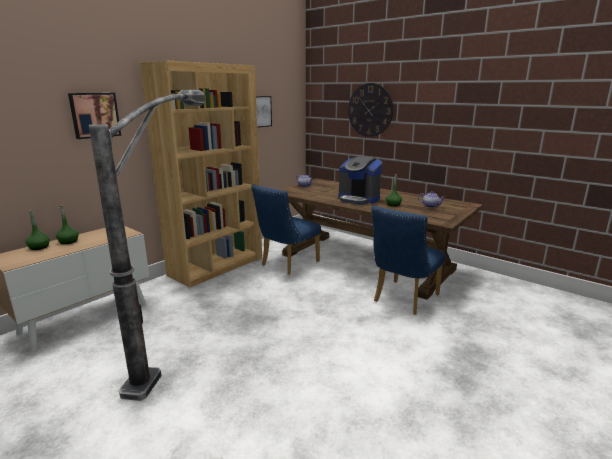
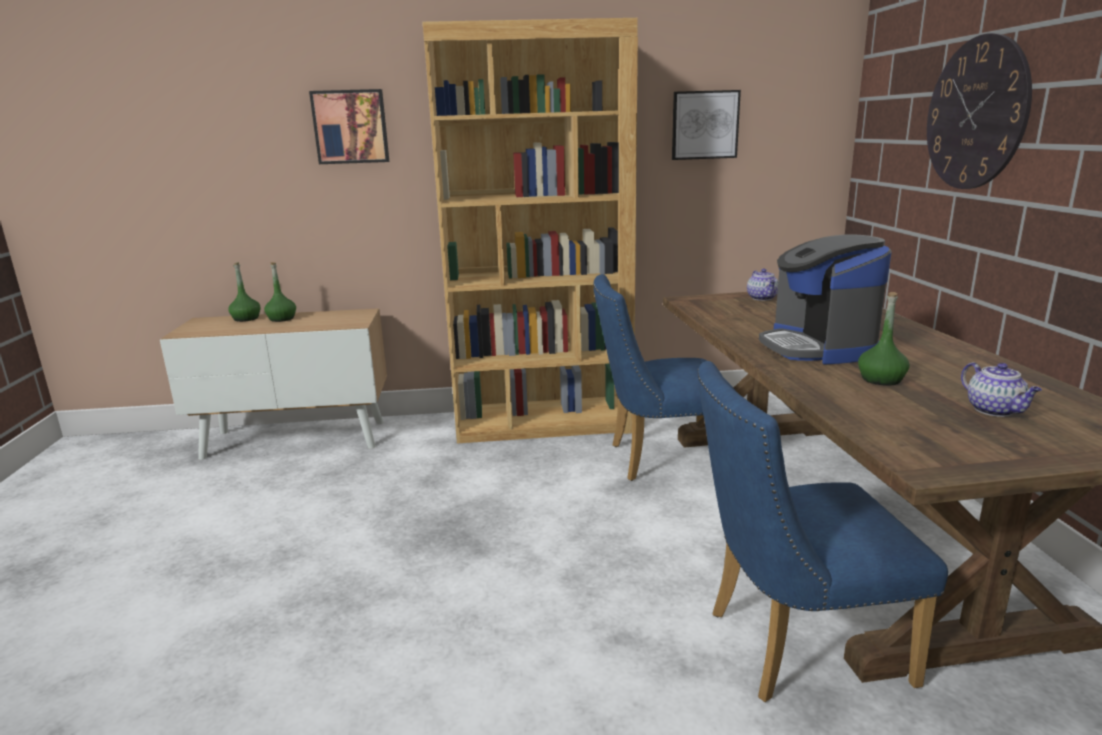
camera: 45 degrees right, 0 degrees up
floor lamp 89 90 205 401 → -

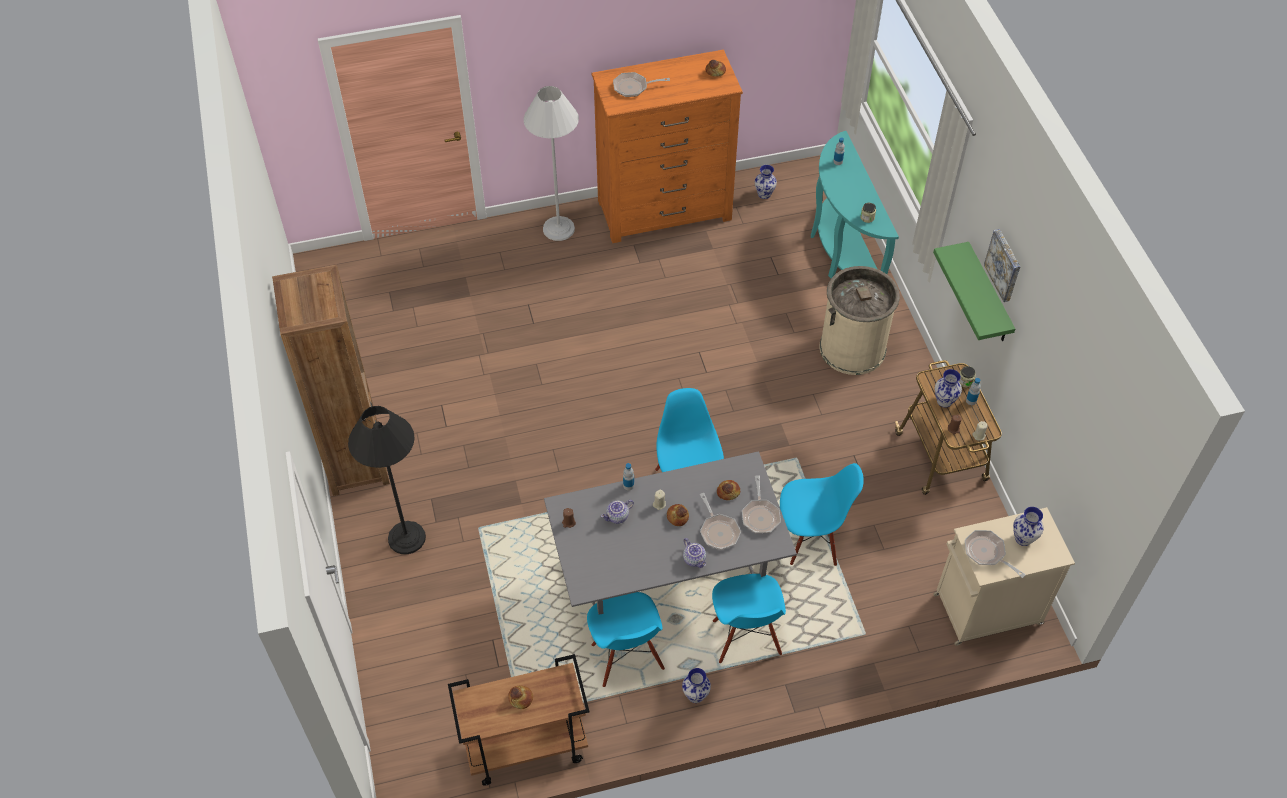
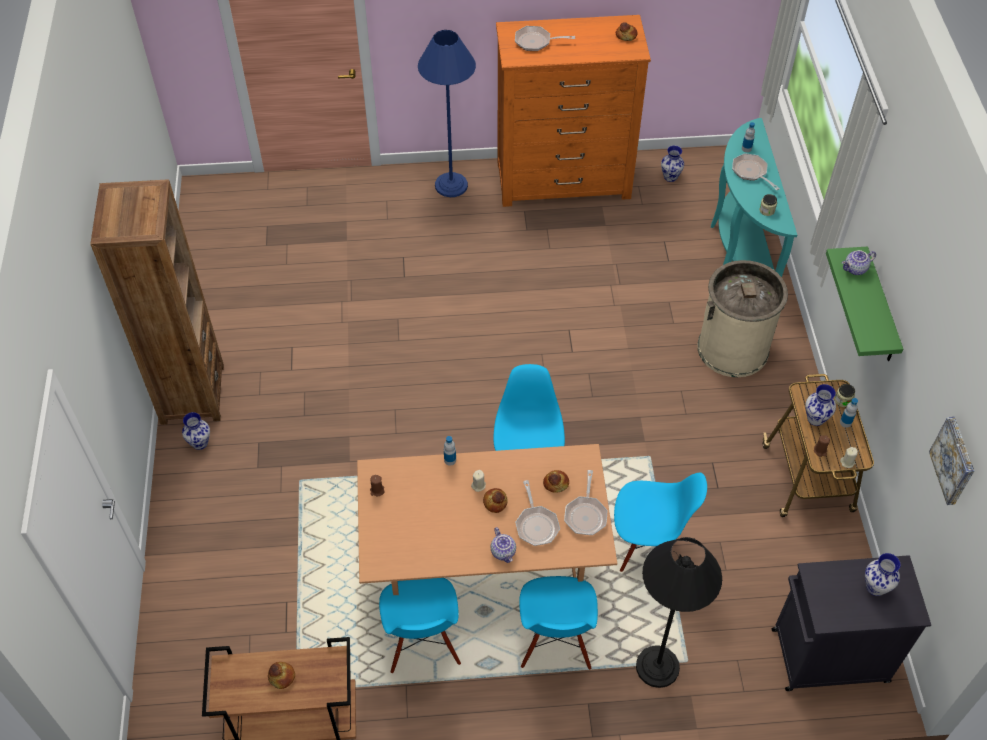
camera: 10 degrees right, 0 degrees up
vase 682 668 711 703 → vase 182 412 210 450, moved
grey dining table 544 451 797 615 → brown dining table 357 444 617 595
white floor lamp 524 86 579 241 → blue floor lamp 418 30 476 197
black floor lamp 348 406 426 554 → black floor lamp 636 537 722 688, moved
frying pan 965 530 1026 578 → frying pan 732 153 780 190, moved
beige cabinet 933 507 1075 646 → black cabinet 771 555 931 691
teapot 601 500 634 524 → teapot 842 250 876 275, moved
picture 984 229 1021 302 → picture 929 417 974 505, moved

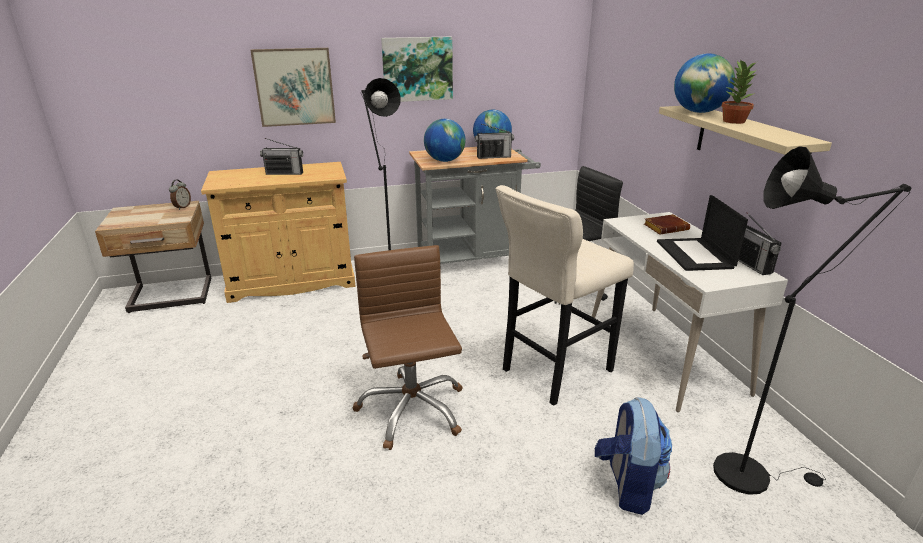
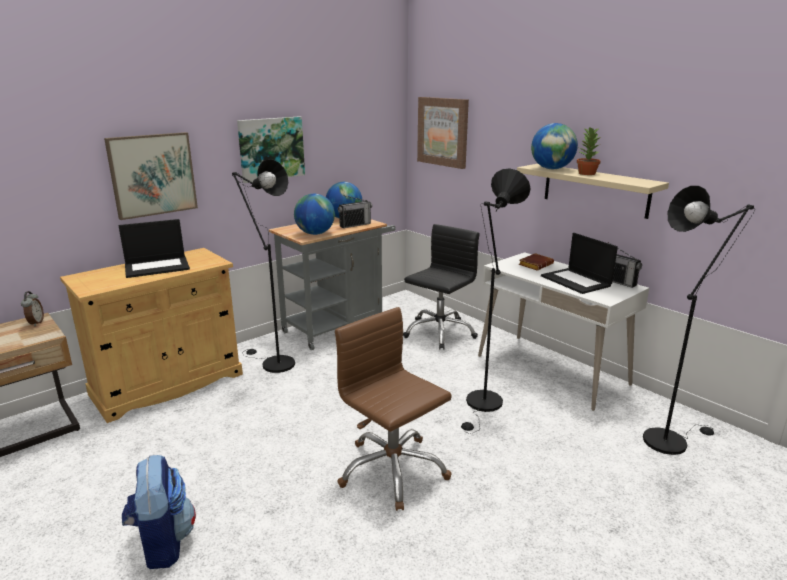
camera: 25 degrees left, 5 degrees down
radio 260 138 303 175 → laptop 119 219 190 278
backpack 595 397 672 515 → backpack 122 455 196 569, moved
- → picture 417 97 469 169
beige stool 495 185 634 406 → black floor lamp 461 168 531 434

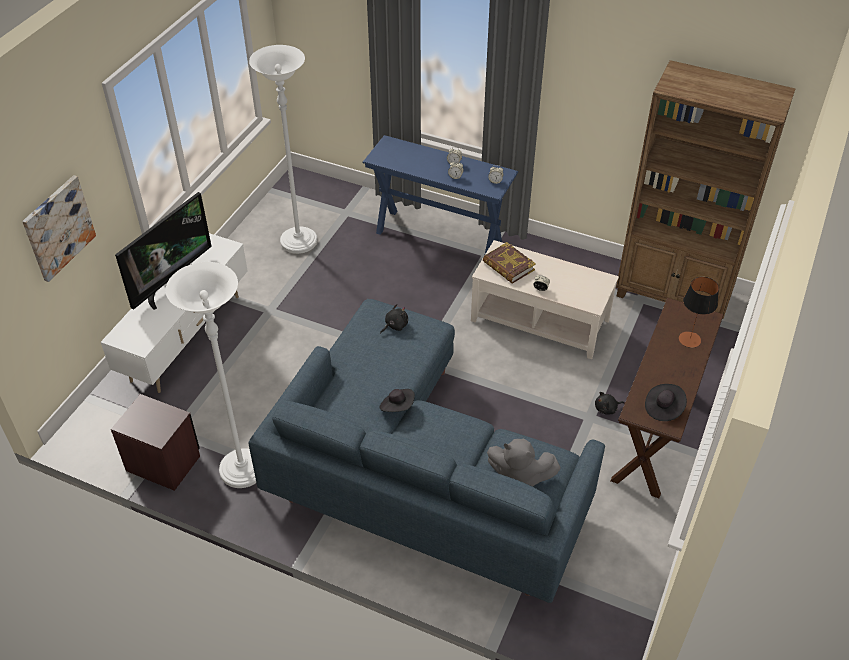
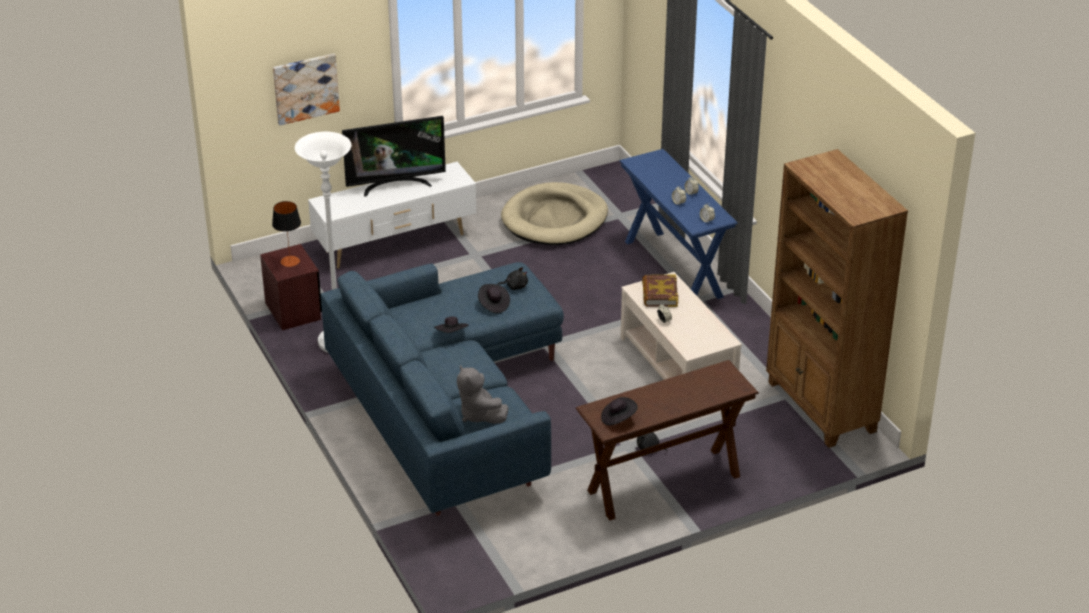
camera: 40 degrees right, 10 degrees down
table lamp 679 277 719 348 → table lamp 272 201 301 267, moved
- → black hat 478 284 510 313
white floor lamp 249 45 317 254 → beige dog bed 501 182 608 245

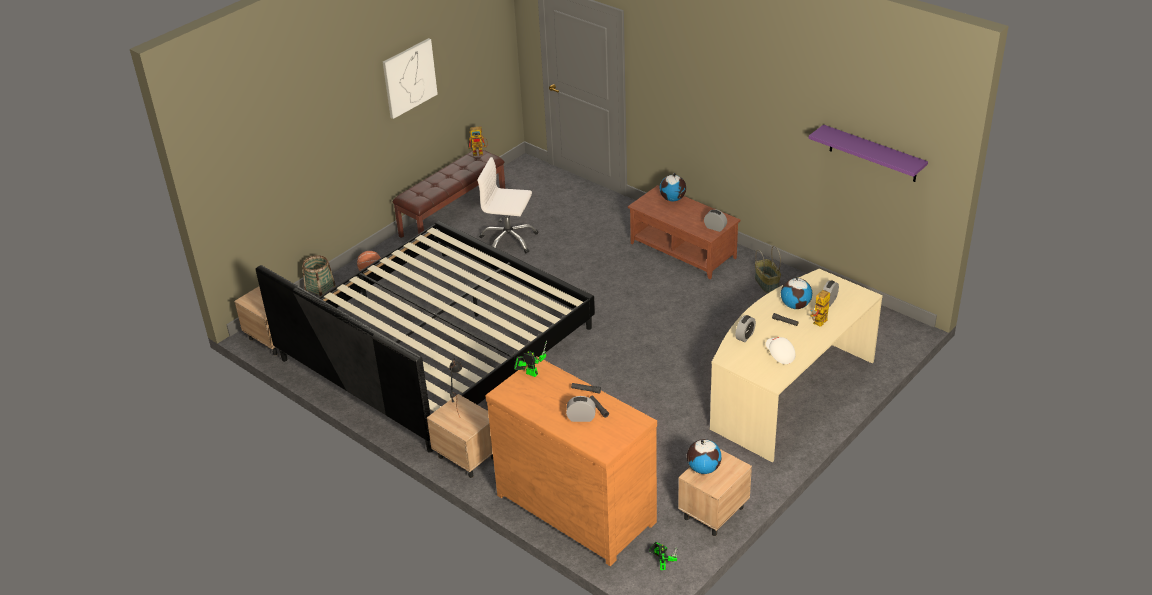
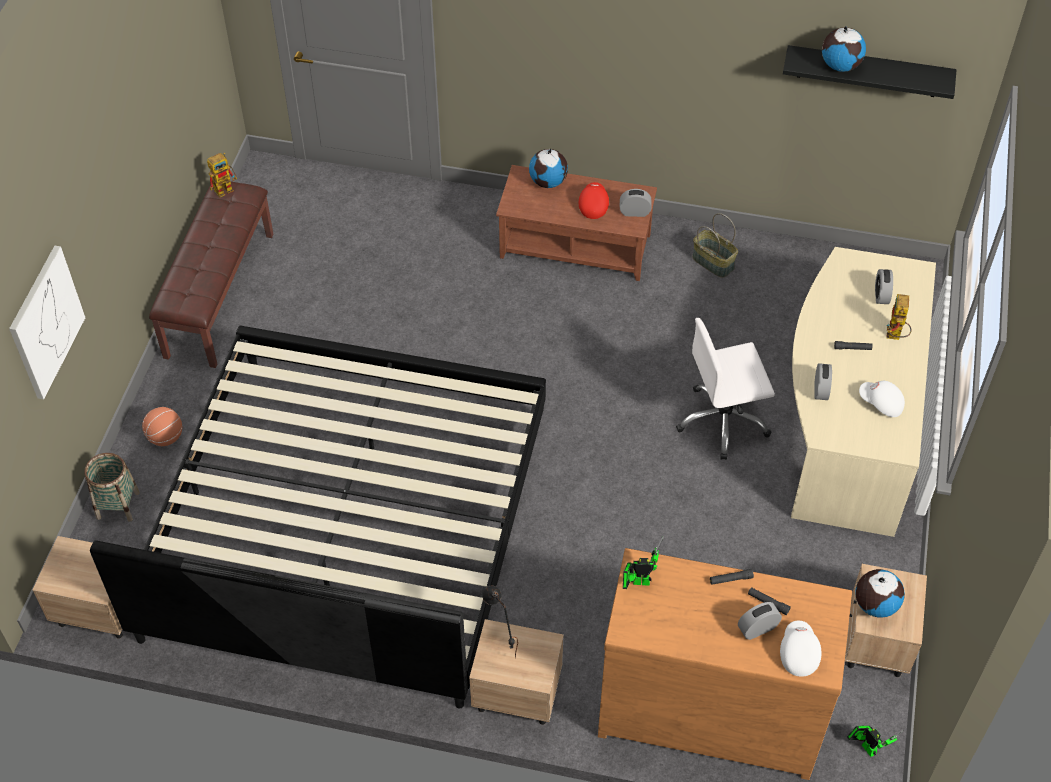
camera: 30 degrees left, 15 degrees up
picture 383 38 438 119 → picture 9 245 85 400, moved
- → red cap 579 182 609 219
white office chair 477 157 538 254 → white office chair 676 318 775 460, moved
- → white cap 780 621 821 677
purple shelf 809 124 928 182 → black shelf 783 45 957 99
globe 781 277 812 309 → globe 822 26 866 72, moved

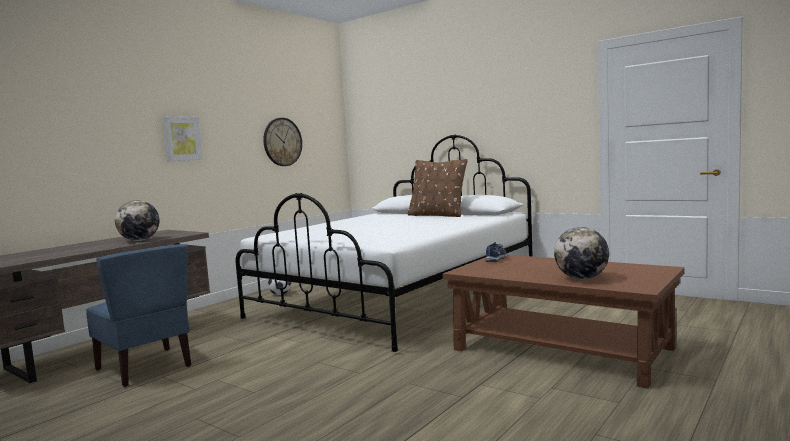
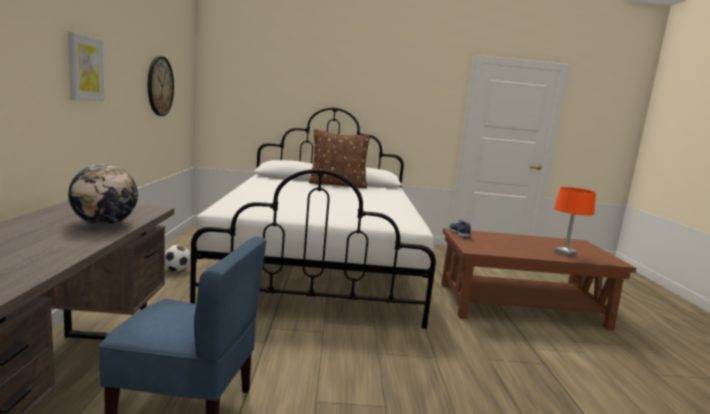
camera: 40 degrees left, 5 degrees up
globe 554 227 609 279 → orange table lamp 554 187 596 257

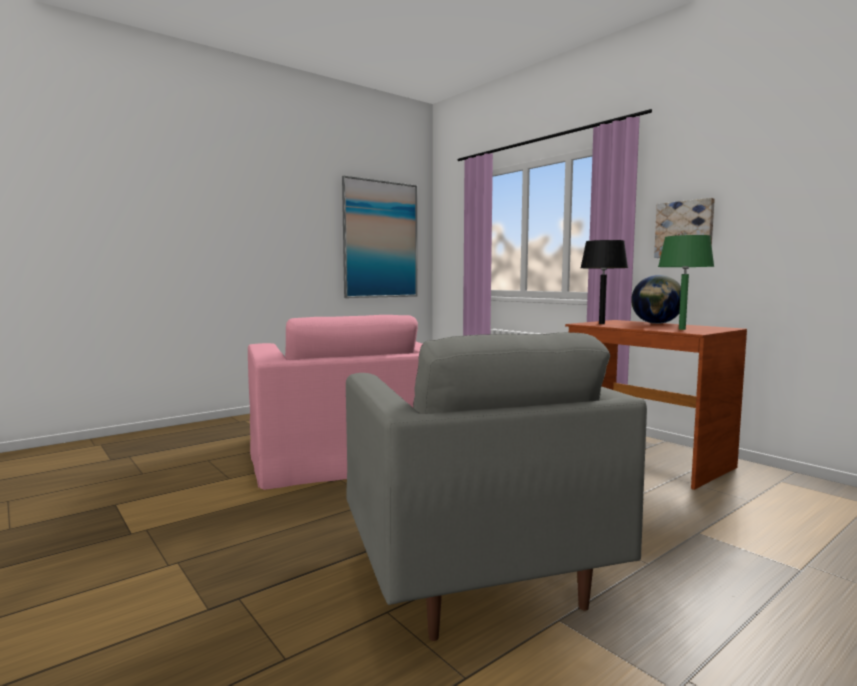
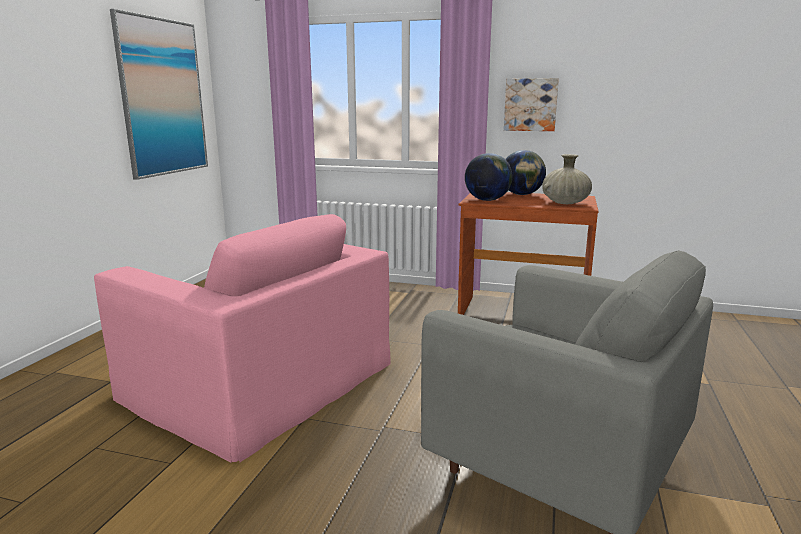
camera: 35 degrees left, 10 degrees up
black table lamp 581 240 628 324 → globe 465 153 513 201
green table lamp 658 235 714 330 → beige vase 542 154 592 204

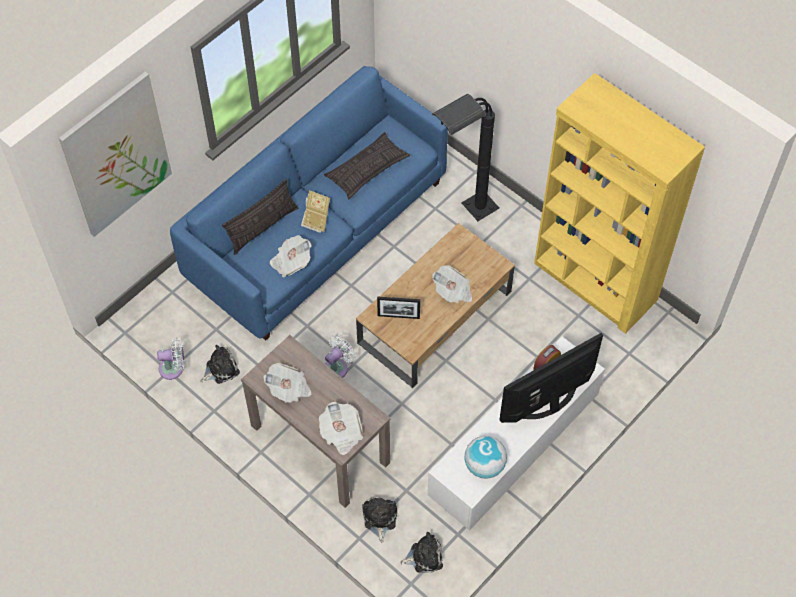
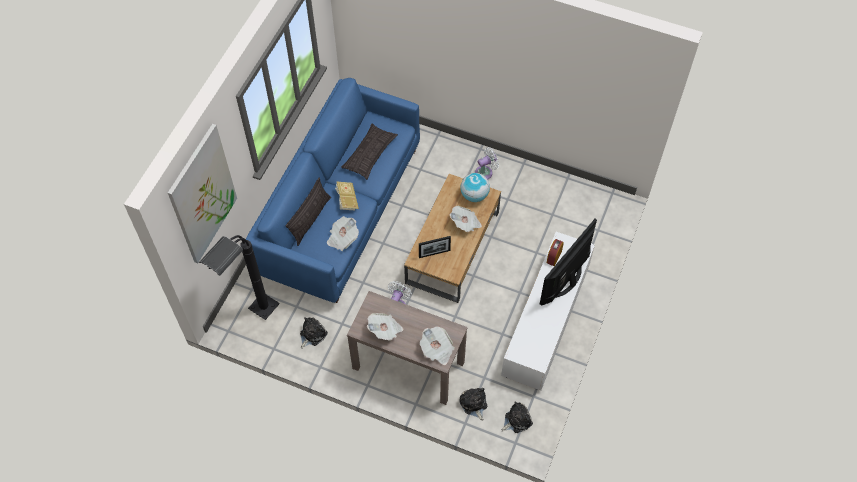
camera: 20 degrees left, 0 degrees up
black floor lamp 432 94 499 221 → black floor lamp 199 235 280 320, moved
globe 465 436 507 479 → globe 460 173 490 202, moved
white fan 157 338 184 380 → white fan 475 147 499 180, moved
yellow bookcase 534 73 705 334 → -

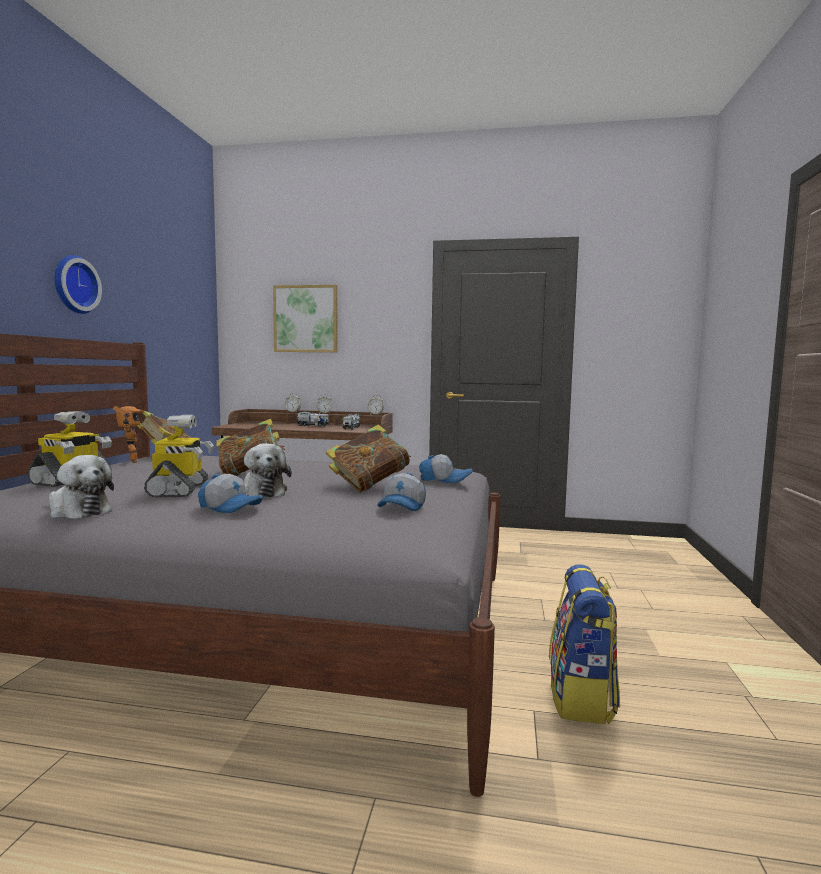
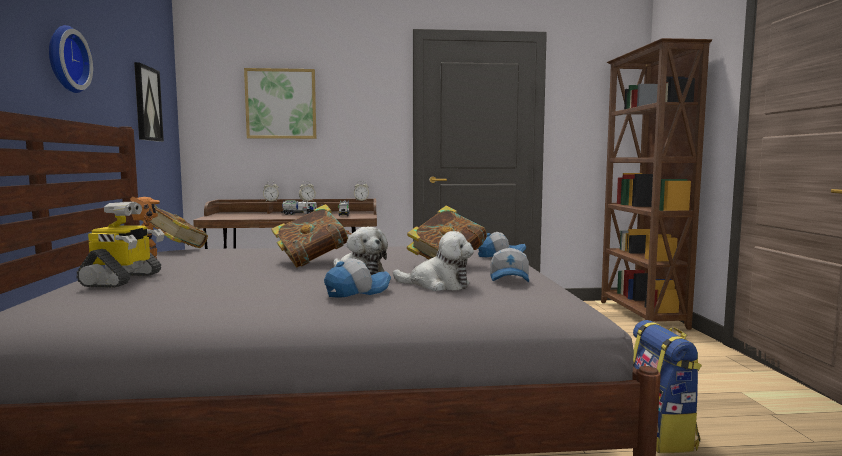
camera: 15 degrees left, 0 degrees up
- → picture 134 62 164 142
cap 198 474 263 513 → cap 324 258 391 298, 45 degrees counterclockwise
plush toy 49 455 114 519 → plush toy 393 231 474 291, moved
- → brown bookcase 601 38 712 330
toy robot 144 415 214 497 → -

